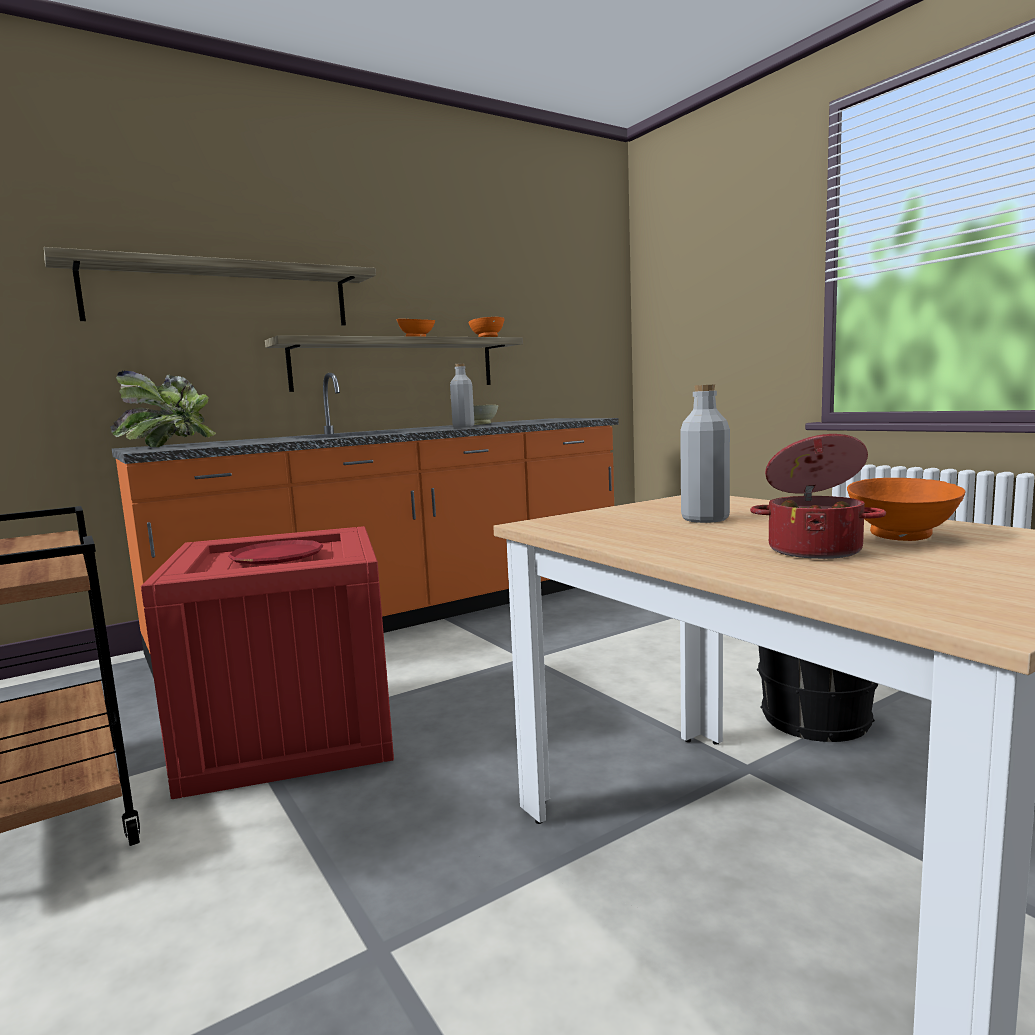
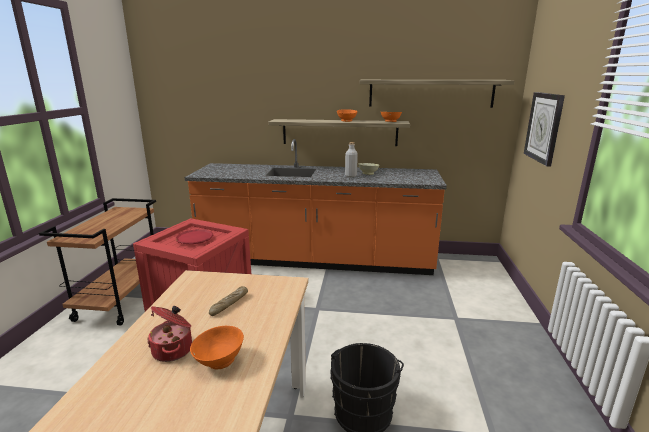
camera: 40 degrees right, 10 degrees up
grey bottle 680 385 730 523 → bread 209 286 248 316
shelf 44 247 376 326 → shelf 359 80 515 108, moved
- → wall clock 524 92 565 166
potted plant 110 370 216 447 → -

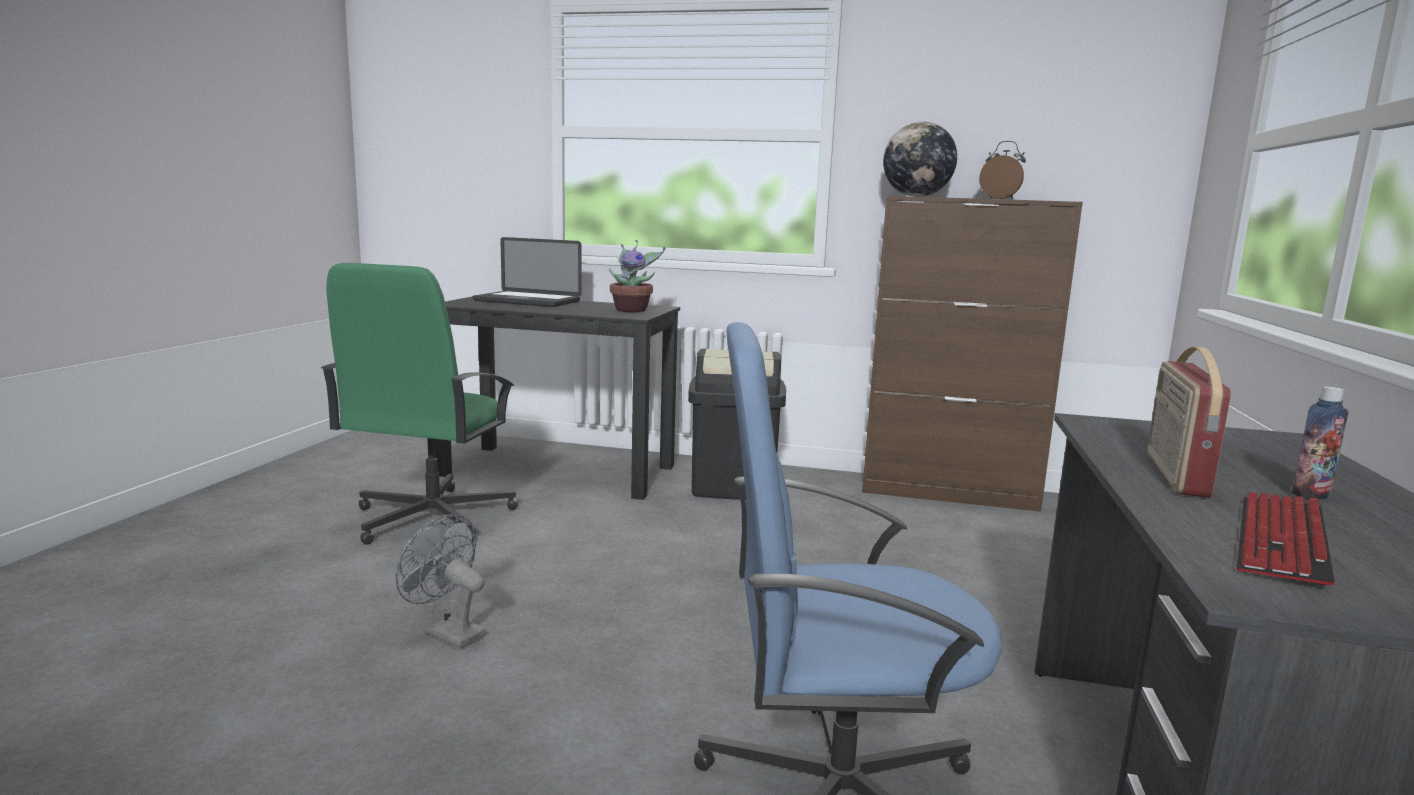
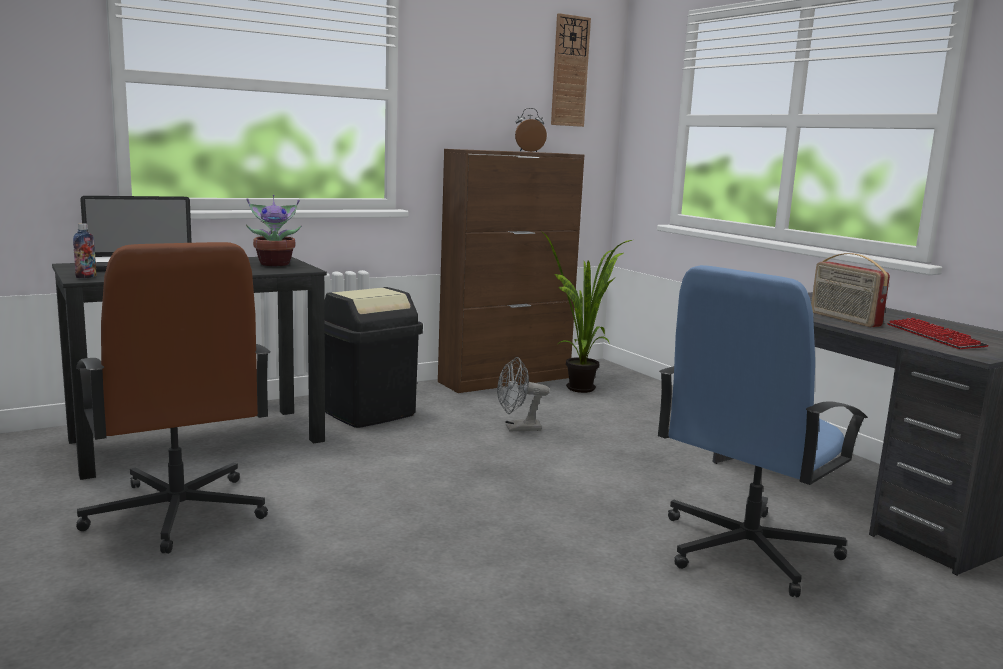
camera: 45 degrees left, 0 degrees up
bottle 1291 386 1349 499 → bottle 73 223 96 278, moved
green office chair 321 263 518 545 → brown office chair 76 242 270 554
grey fan 395 514 486 649 → grey fan 497 357 550 432, moved
- → potted plant 542 232 632 393
- → wall clock 551 13 591 127
globe 883 122 957 197 → -

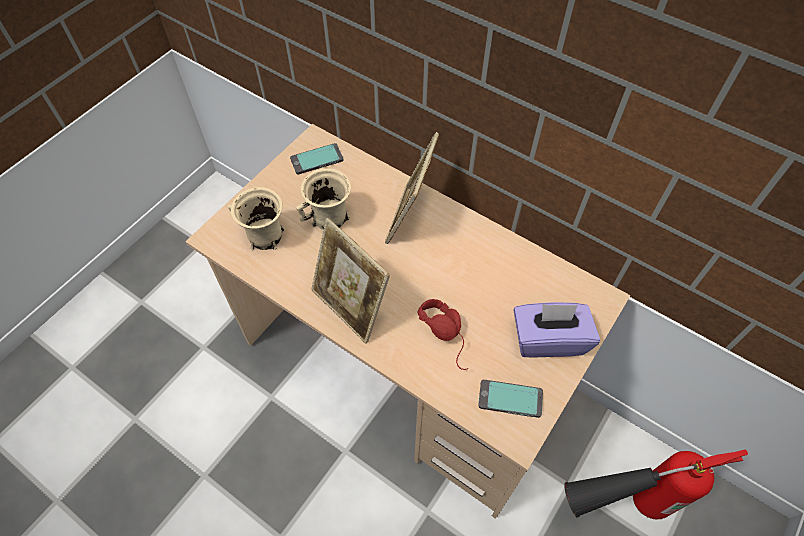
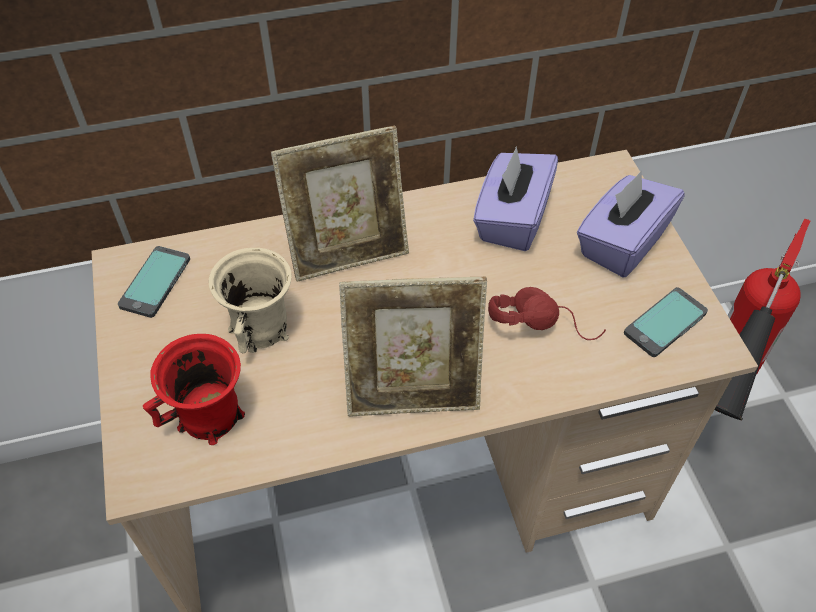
camera: 50 degrees left, 5 degrees down
beige mug 228 187 285 250 → red mug 143 334 245 445
picture frame 385 132 439 244 → picture frame 271 126 409 282, 75 degrees counterclockwise
- → purple tissue box 473 146 558 251

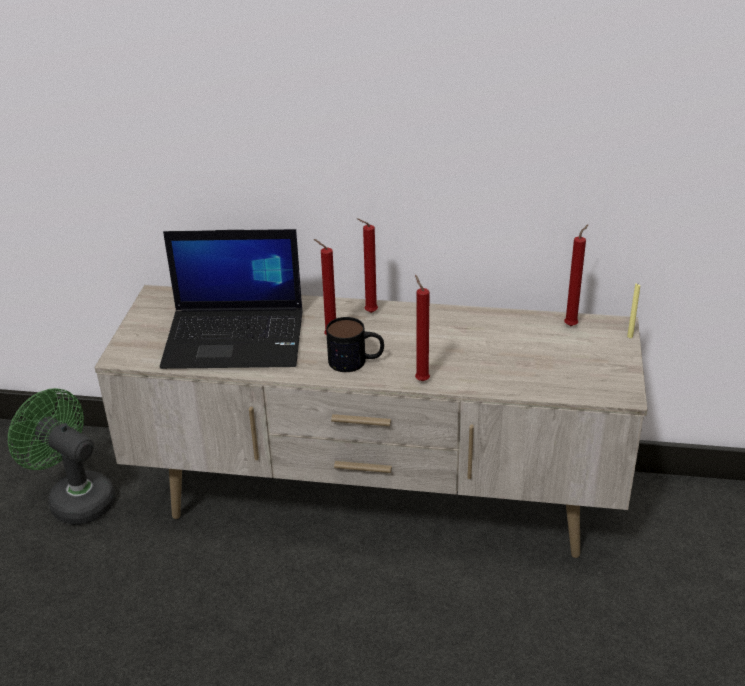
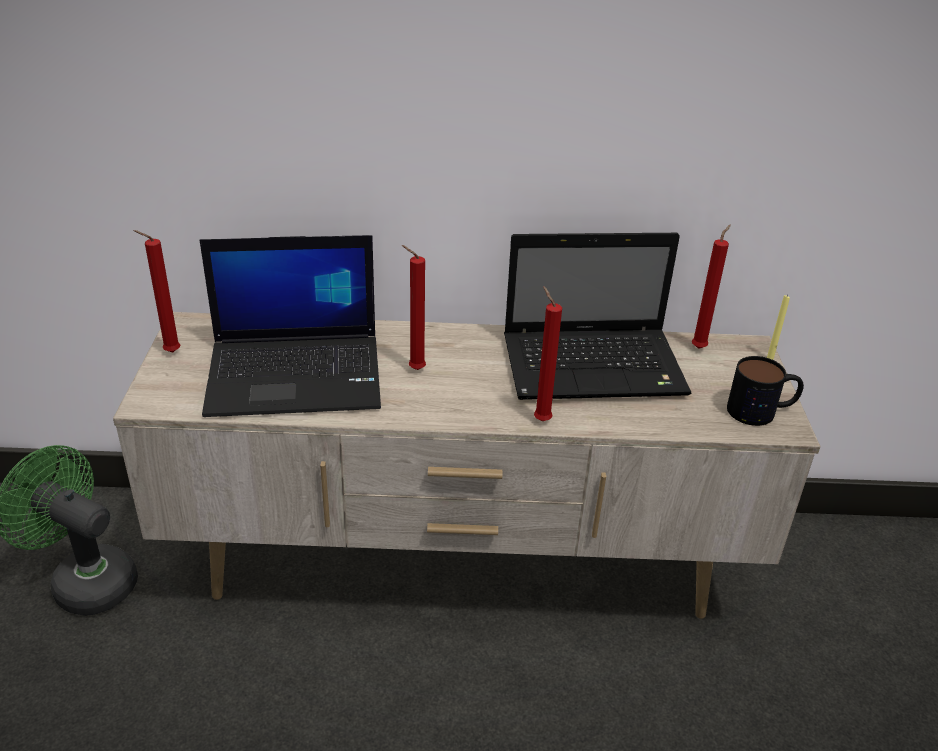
camera: 10 degrees left, 0 degrees up
red candle 357 218 378 313 → red candle 134 230 180 353, moved
- → laptop 504 233 691 400
mug 326 317 384 372 → mug 727 356 804 426, moved

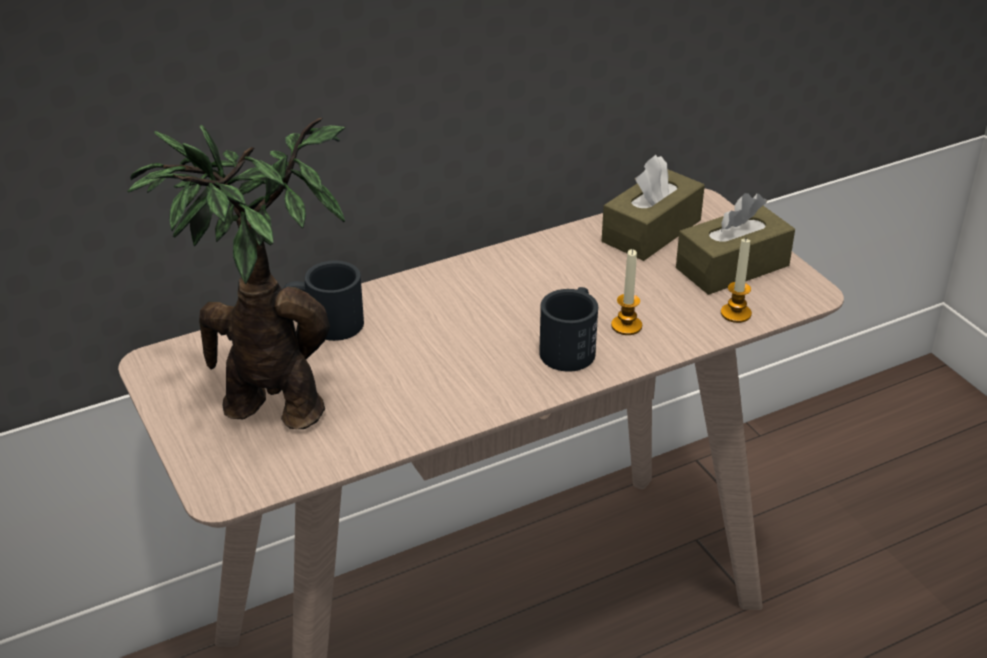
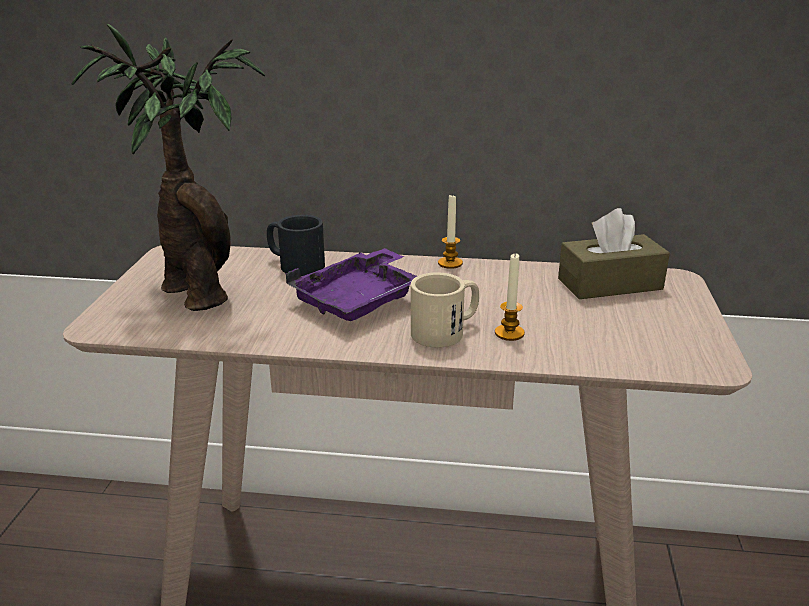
camera: 35 degrees right, 10 degrees down
- → purple tray 285 248 417 321
black mug 539 287 598 372 → beige mug 411 272 479 348
candle 721 239 752 323 → candle 438 193 463 269, moved
brown tissue box 676 193 795 295 → -

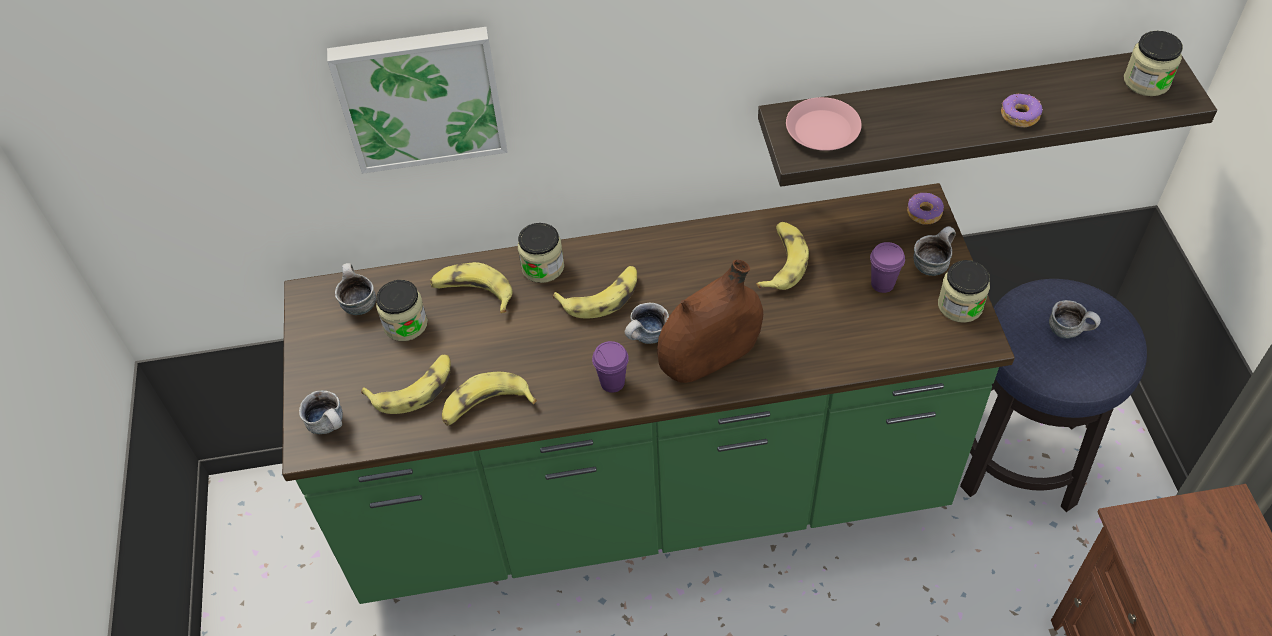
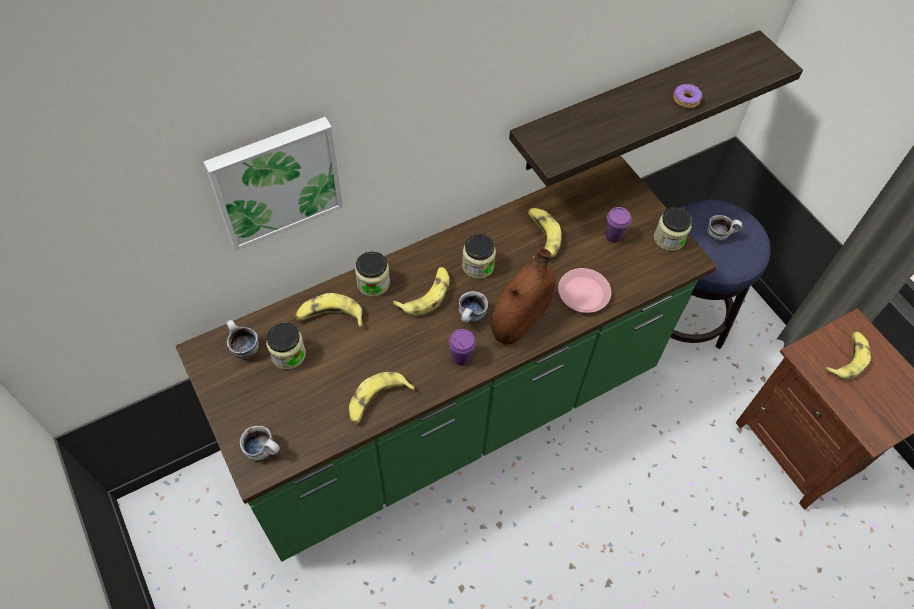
camera: 25 degrees left, 5 degrees up
jar 1124 31 1183 96 → jar 462 234 496 279, moved
pink plate 786 97 862 151 → pink plate 558 268 611 313, moved
banana 361 354 451 414 → banana 825 332 871 380, moved
donut 907 193 944 225 → -
mug 914 226 956 276 → -

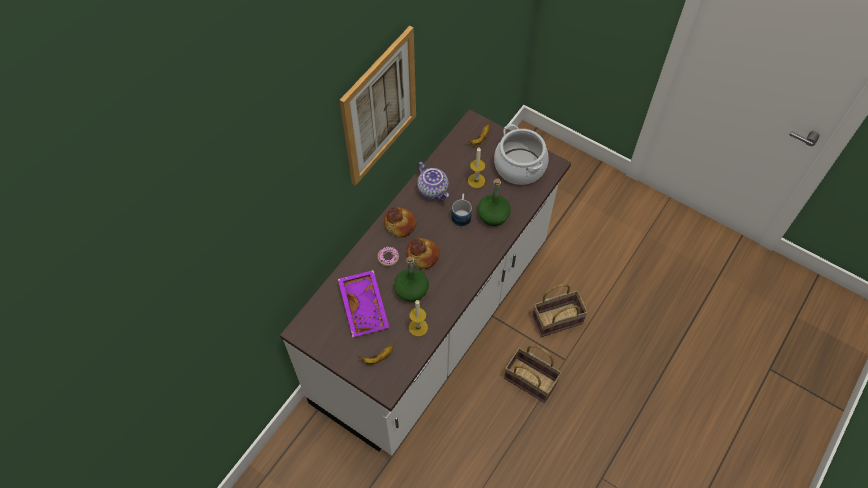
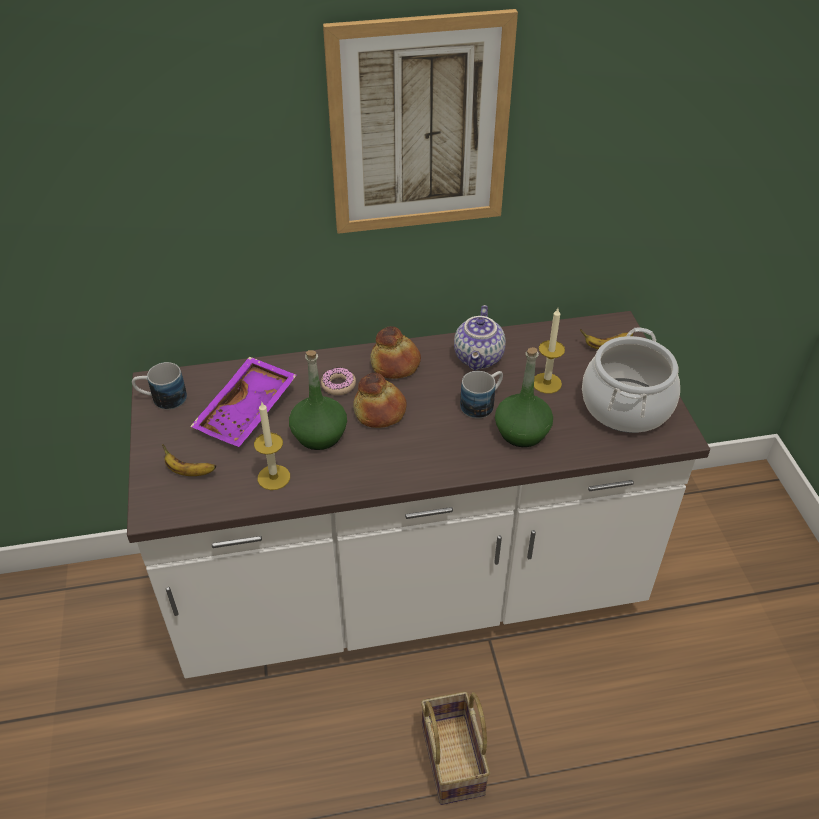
camera: 45 degrees right, 15 degrees down
- → mug 132 362 187 410
basket 532 284 588 337 → -

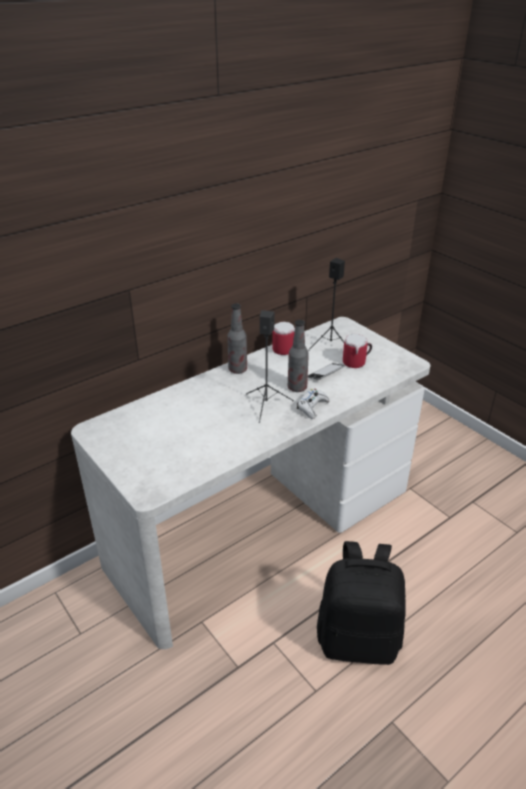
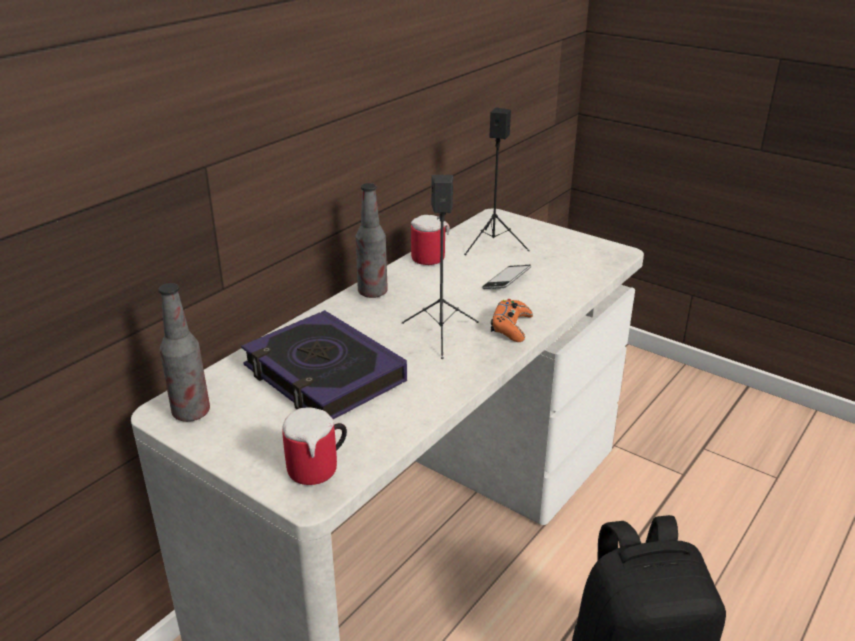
camera: 15 degrees left, 5 degrees down
bottle 288 320 309 392 → bottle 158 283 210 422, moved
- → book 241 310 407 419
mug 343 334 372 368 → mug 282 407 347 485, moved
white game controller 297 389 329 419 → orange game controller 491 299 533 342

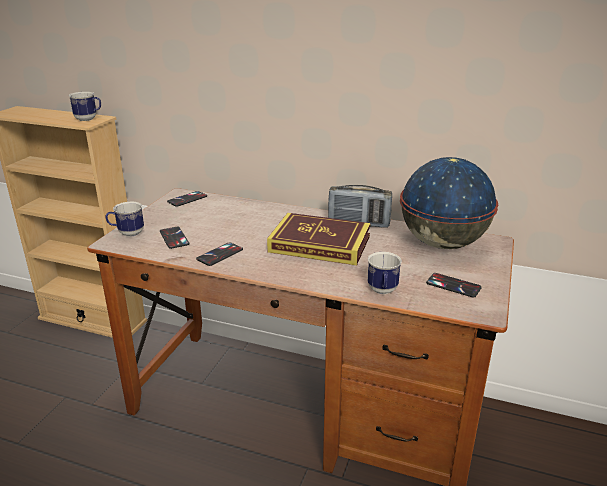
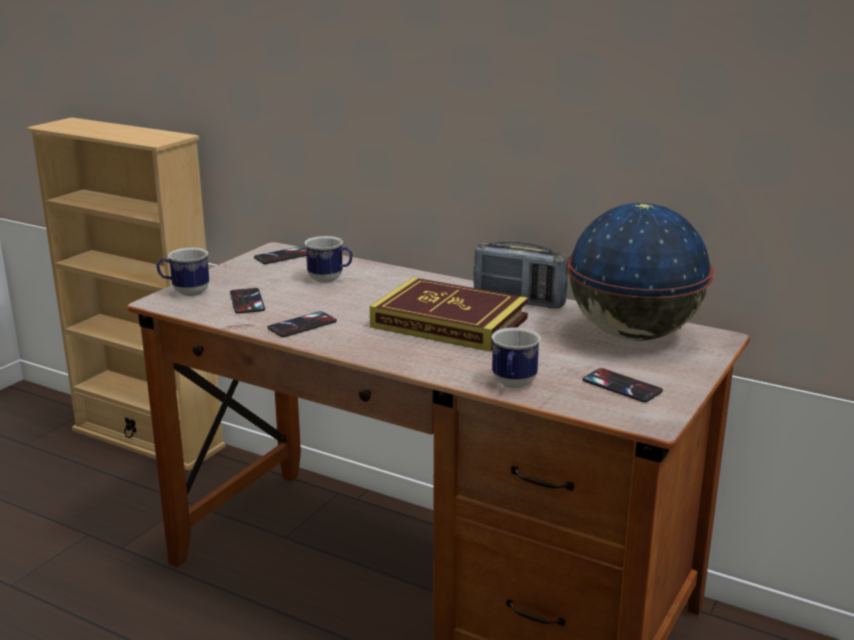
camera: 10 degrees right, 5 degrees down
mug 69 92 101 121 → mug 305 236 353 283, moved

